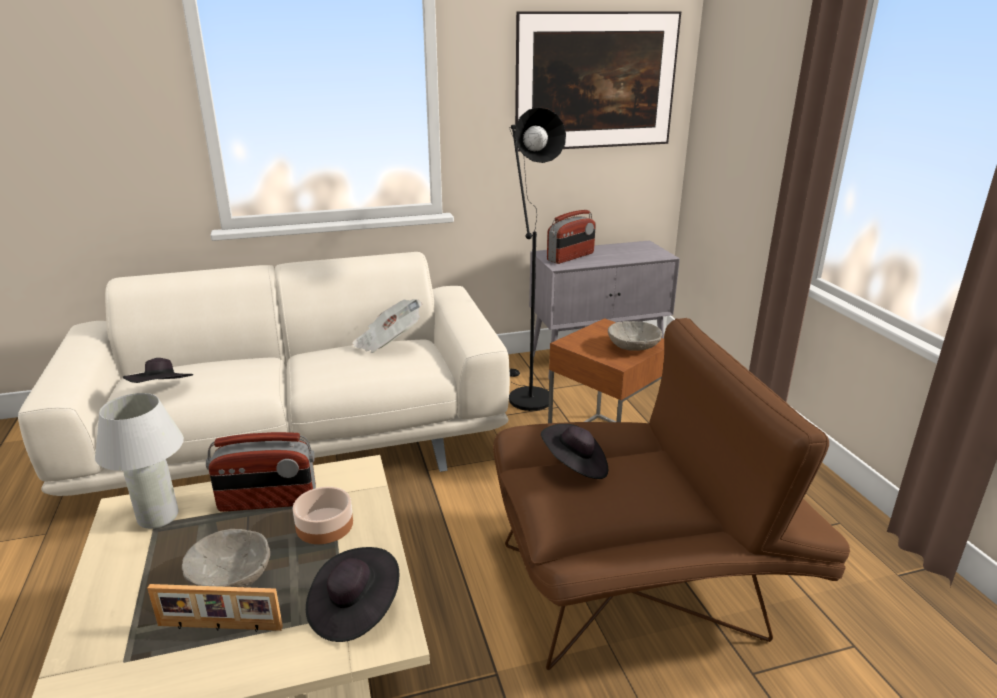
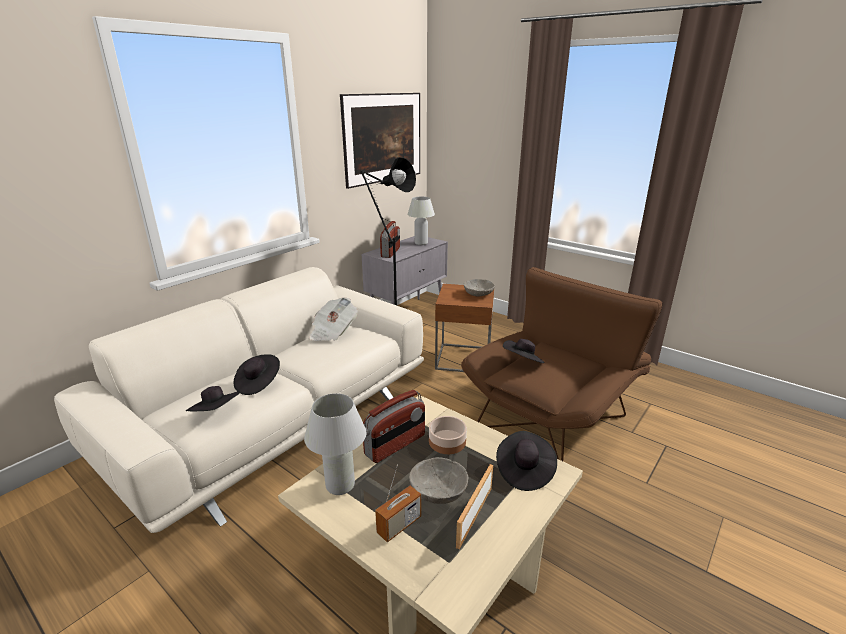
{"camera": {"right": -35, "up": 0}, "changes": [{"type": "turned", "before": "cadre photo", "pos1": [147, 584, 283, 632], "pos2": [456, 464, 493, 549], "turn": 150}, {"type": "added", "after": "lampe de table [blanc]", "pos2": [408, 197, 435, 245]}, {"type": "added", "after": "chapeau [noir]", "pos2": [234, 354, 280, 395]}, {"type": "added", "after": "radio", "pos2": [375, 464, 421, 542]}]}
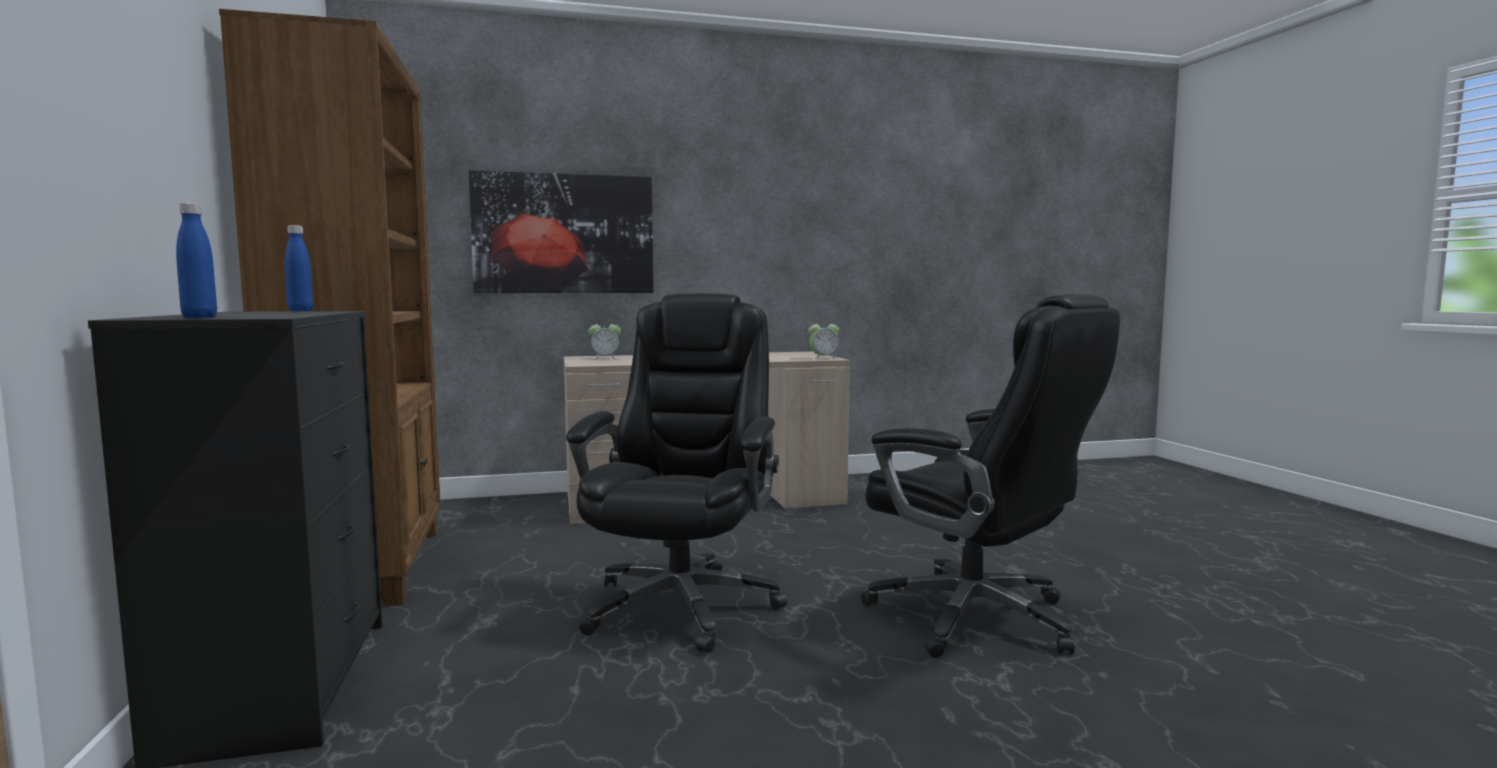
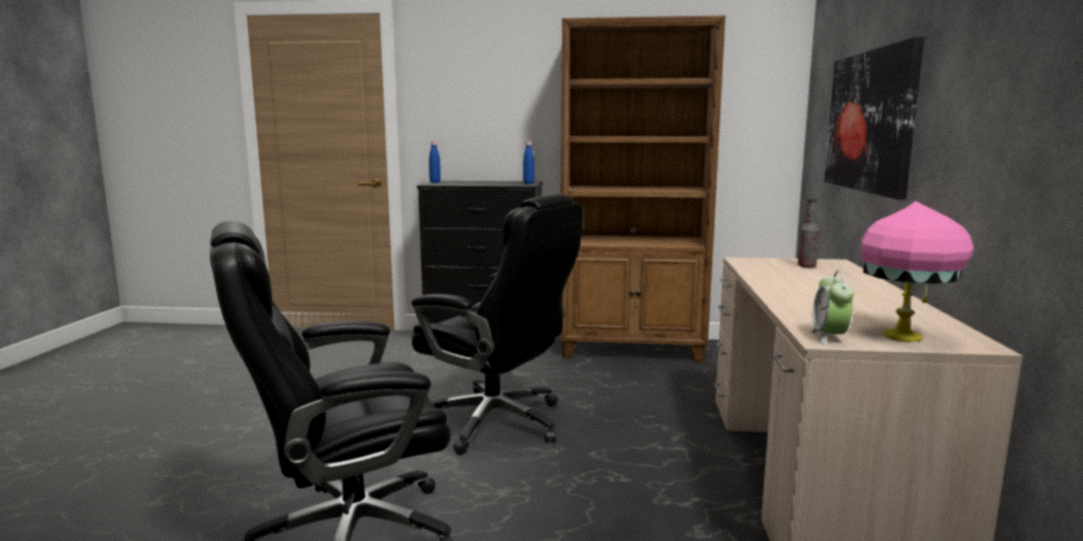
{"camera": {"right": 110, "up": 5}, "changes": [{"type": "replaced", "before": "réveil", "after": "bouteille", "pos1": [588, 319, 621, 360], "pos2": [798, 199, 819, 268]}, {"type": "added", "after": "lampe de table [rose]", "pos2": [861, 201, 974, 342]}]}
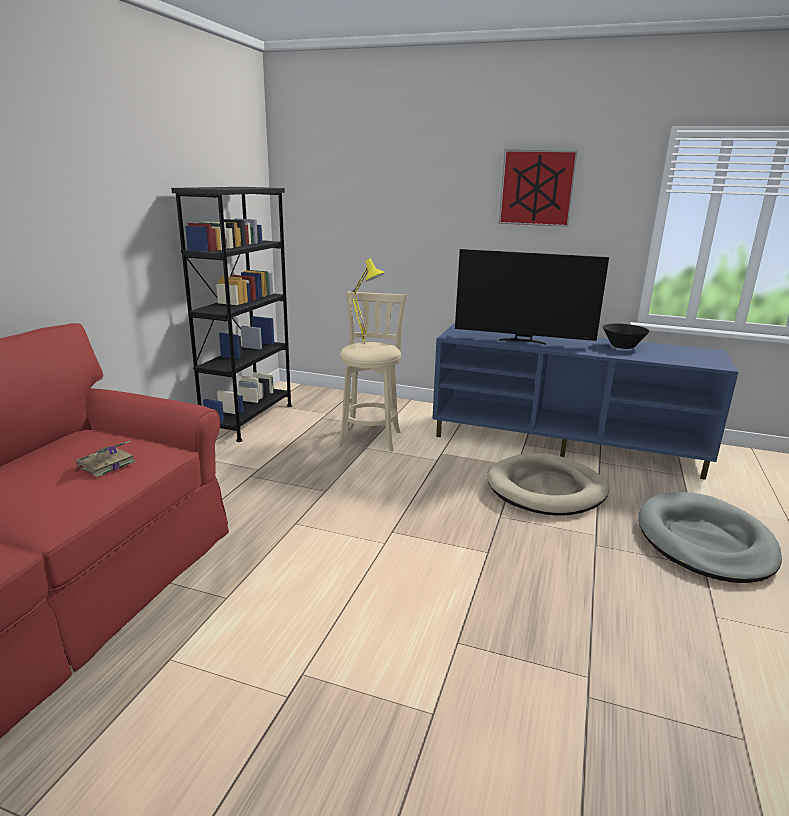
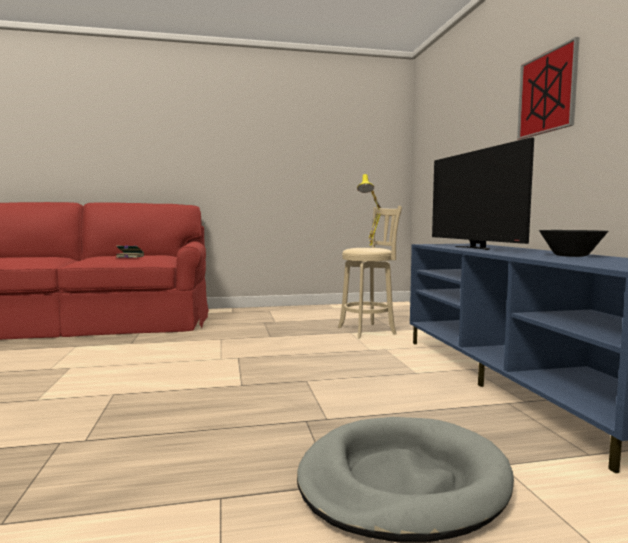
{"camera": {"right": 60, "up": -15}, "changes": [{"type": "removed", "before": "bibliothèque [noir]", "pos1": [171, 187, 292, 442]}, {"type": "removed", "before": "panier pour chien [beige]", "pos1": [487, 453, 610, 516]}]}
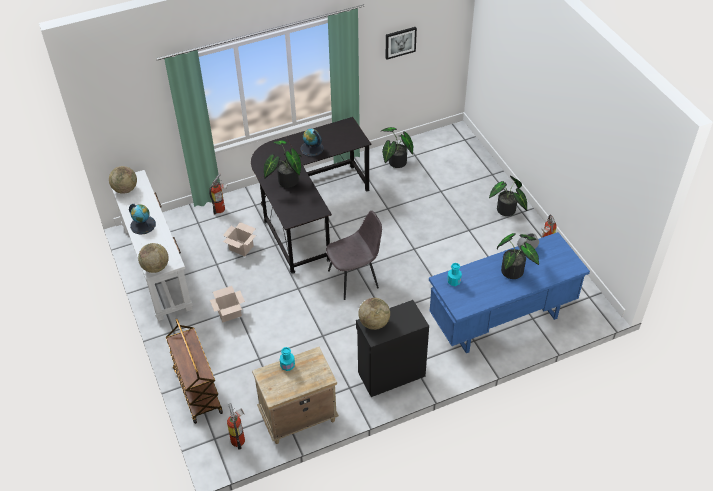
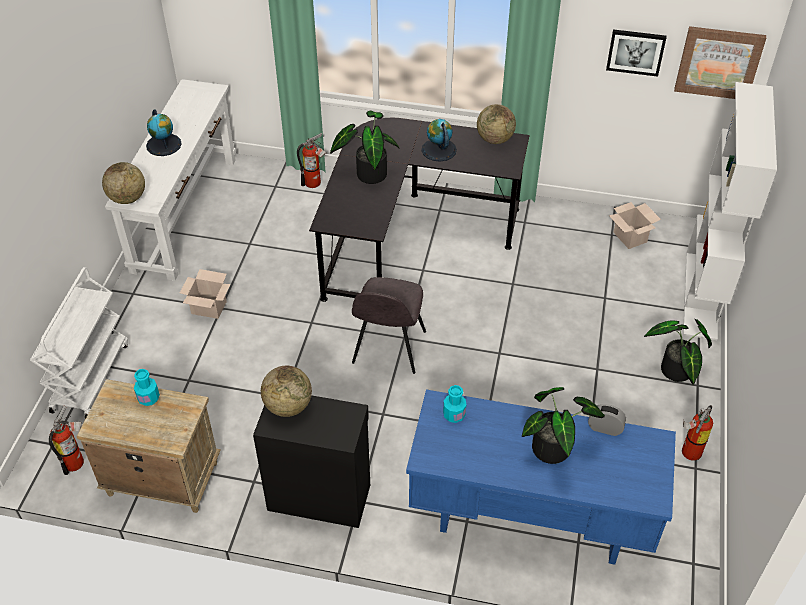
{"camera": {"right": 35, "up": 0}, "changes": [{"type": "removed", "before": "plante en pot", "pos1": [381, 127, 413, 168]}, {"type": "moved", "before": "globe", "pos1": [109, 166, 137, 194], "pos2": [477, 104, 516, 144]}, {"type": "turned", "before": "chaise [gris]", "pos1": [326, 211, 382, 300], "pos2": [352, 277, 426, 374], "turn": 90}, {"type": "moved", "before": "carton", "pos1": [223, 222, 256, 256], "pos2": [609, 202, 661, 249]}, {"type": "recoloured", "before": "chariot [marron]", "after": "chariot [blanc]", "pos1": [166, 319, 223, 424], "pos2": [30, 267, 128, 419]}, {"type": "added", "after": "tableau", "pos2": [674, 26, 766, 99]}, {"type": "added", "after": "bibliothèque [blanc]", "pos2": [683, 82, 777, 340]}]}
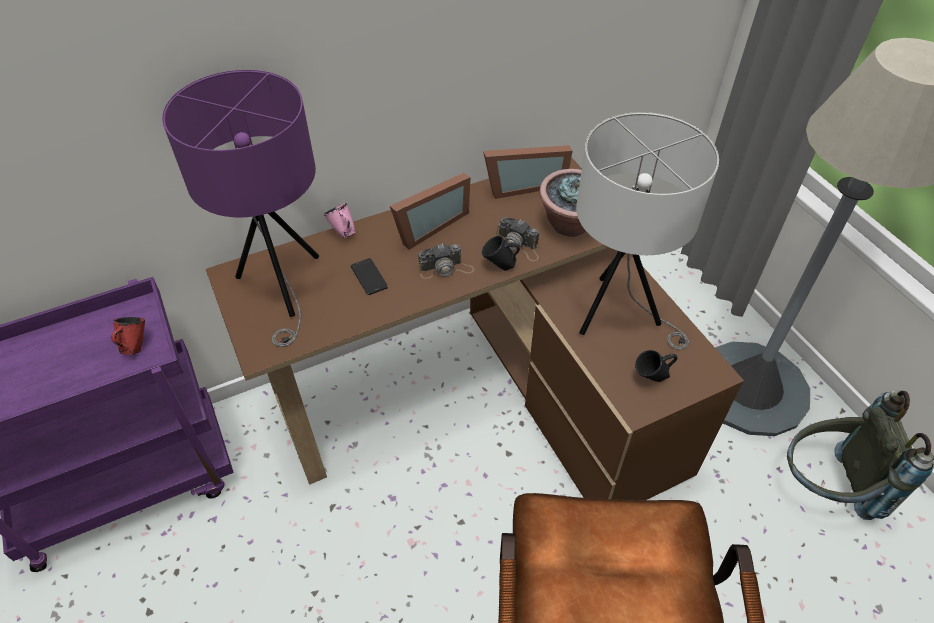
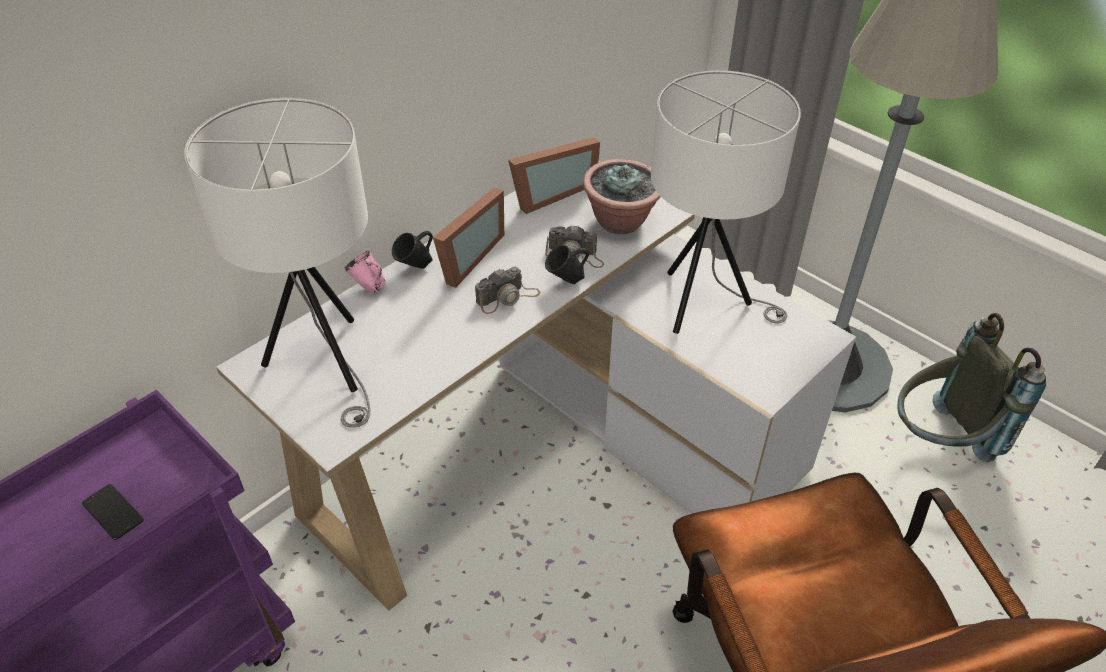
{"camera": {"right": -20, "up": -5}, "changes": [{"type": "recoloured", "before": "lampe de table [violet]", "after": "lampe de table [blanc]", "pos1": [162, 70, 319, 347], "pos2": [184, 98, 370, 428]}, {"type": "recoloured", "before": "bureau [marron]", "after": "bureau [blanc]", "pos1": [206, 157, 744, 500], "pos2": [216, 161, 856, 611]}, {"type": "moved", "before": "téléphone", "pos1": [351, 258, 388, 295], "pos2": [82, 484, 144, 540]}, {"type": "removed", "before": "mug [rouge]", "pos1": [111, 317, 145, 355]}, {"type": "moved", "before": "mug [noir]", "pos1": [635, 350, 677, 382], "pos2": [392, 231, 433, 269]}]}
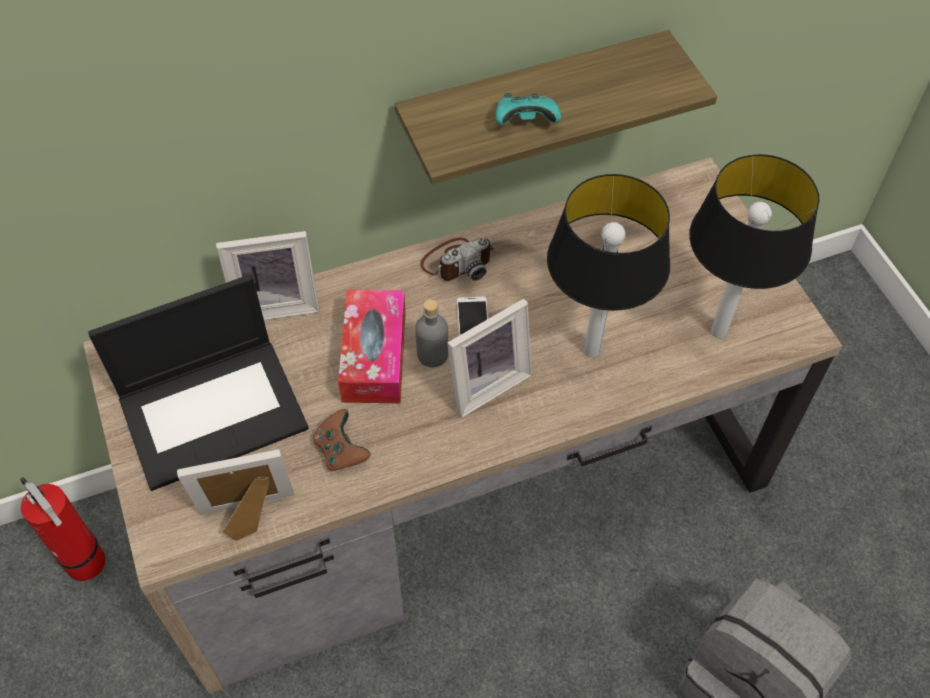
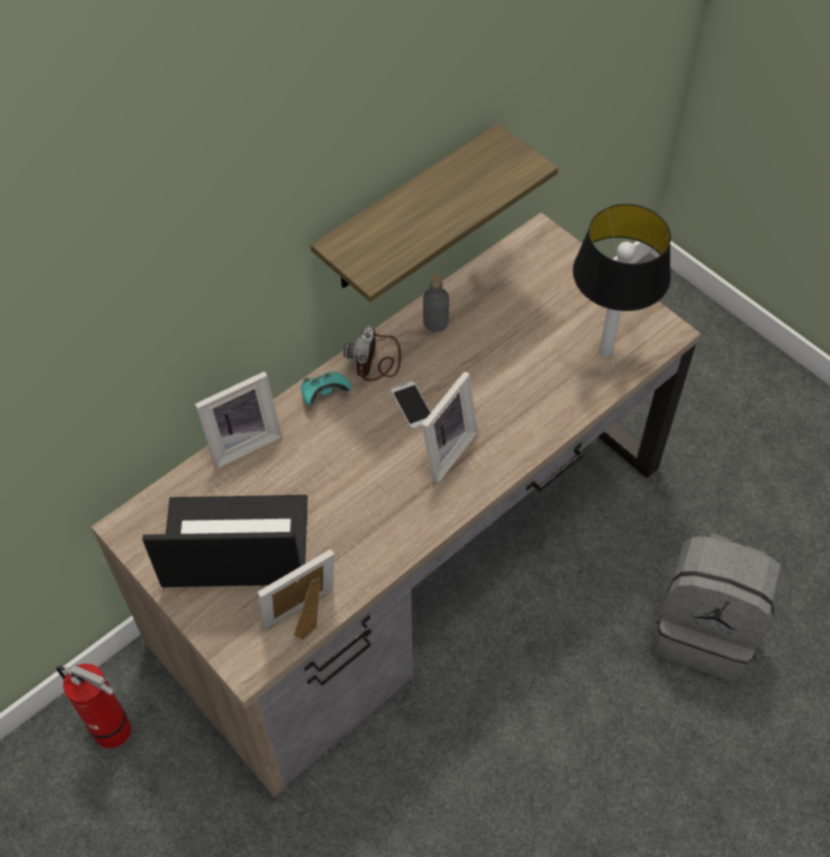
{"camera": {"right": -20, "up": 0}, "changes": [{"type": "moved", "before": "manette [turquoise]", "pos1": [496, 93, 561, 125], "pos2": [301, 371, 351, 405]}, {"type": "removed", "before": "lampe de table", "pos1": [547, 174, 670, 358]}, {"type": "turned", "before": "appareil photo", "pos1": [420, 237, 494, 281], "pos2": [344, 326, 401, 381], "turn": 150}, {"type": "turned", "before": "ordinateur portable", "pos1": [88, 274, 309, 491], "pos2": [142, 495, 308, 587], "turn": -135}, {"type": "removed", "before": "boîte à mouchoirs", "pos1": [338, 289, 406, 403]}, {"type": "moved", "before": "bouteille [gris]", "pos1": [415, 299, 448, 367], "pos2": [423, 274, 449, 332]}, {"type": "removed", "before": "manette [marron]", "pos1": [313, 409, 371, 471]}]}
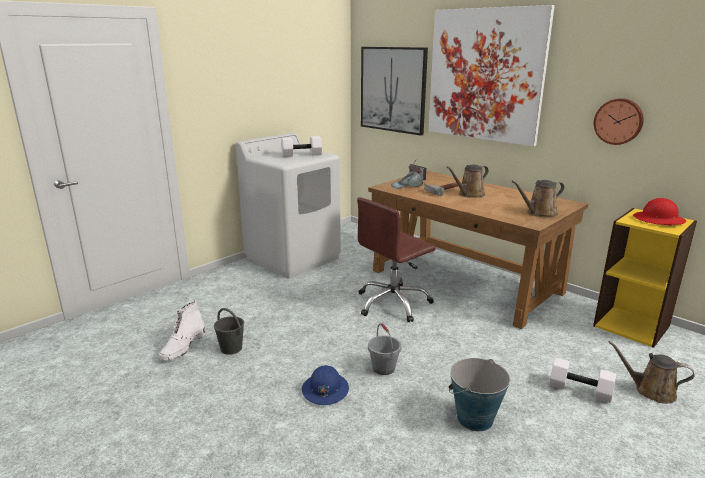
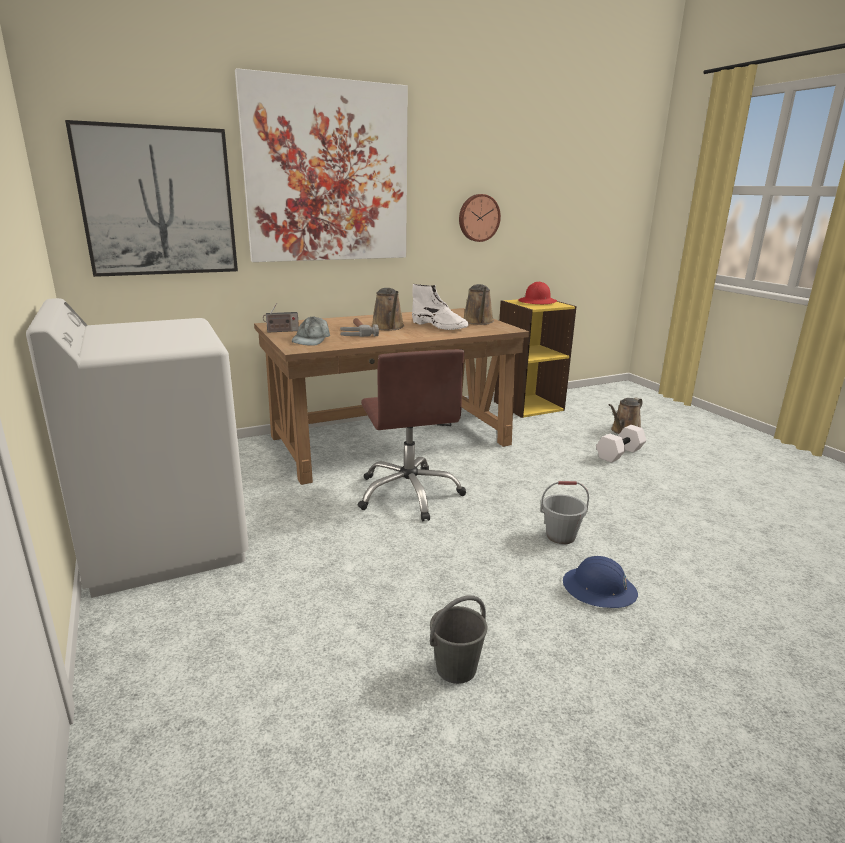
{"camera": {"right": -70, "up": 0}, "changes": [{"type": "removed", "before": "haltère [blanc]", "pos1": [281, 136, 322, 157]}, {"type": "moved", "before": "botte [blanc]", "pos1": [159, 301, 205, 361], "pos2": [412, 284, 469, 330]}, {"type": "removed", "before": "seau", "pos1": [449, 358, 510, 431]}]}
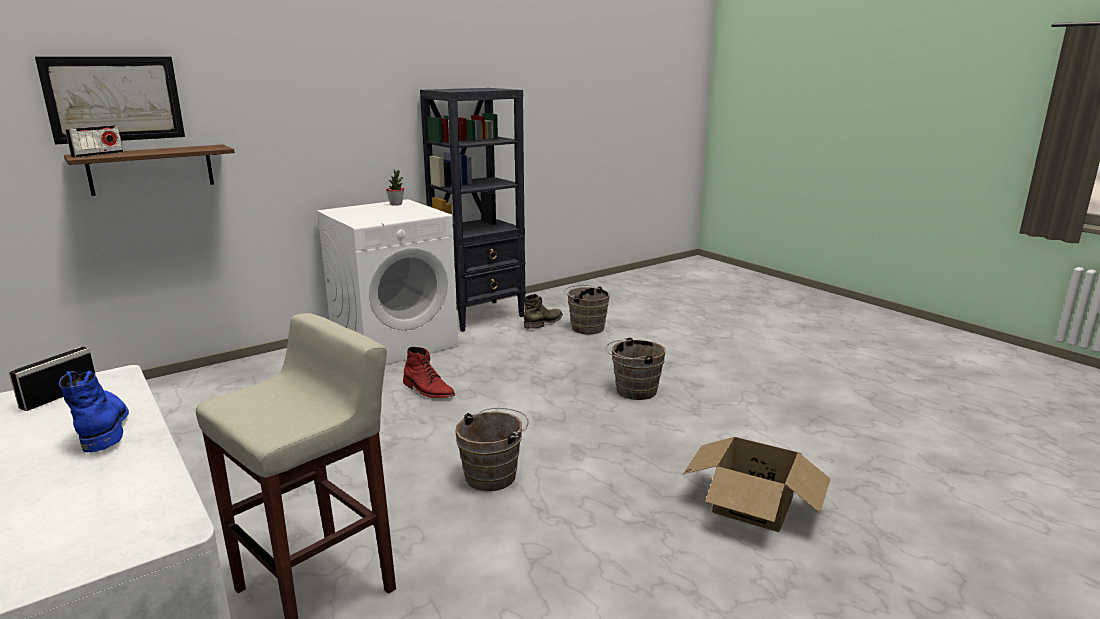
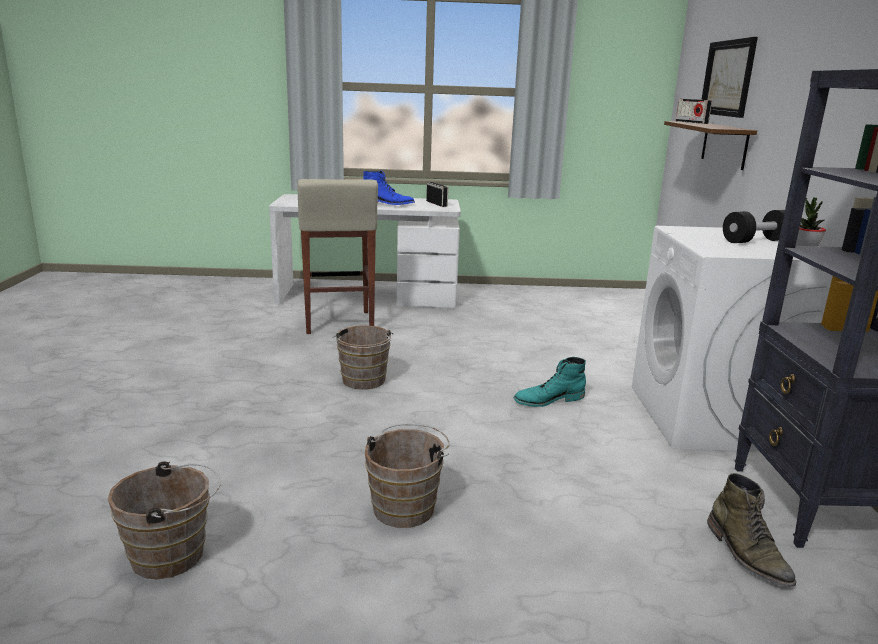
{"camera": {"right": 125, "up": 0}, "changes": [{"type": "moved", "before": "seau [marron]", "pos1": [563, 285, 610, 334], "pos2": [108, 461, 221, 579]}, {"type": "recoloured", "before": "botte [rouge]", "after": "botte [turquoise]", "pos1": [403, 347, 455, 398], "pos2": [513, 357, 586, 407]}, {"type": "removed", "before": "carton", "pos1": [682, 437, 831, 532]}, {"type": "added", "after": "haltère [noir]", "pos2": [723, 210, 785, 243]}]}
